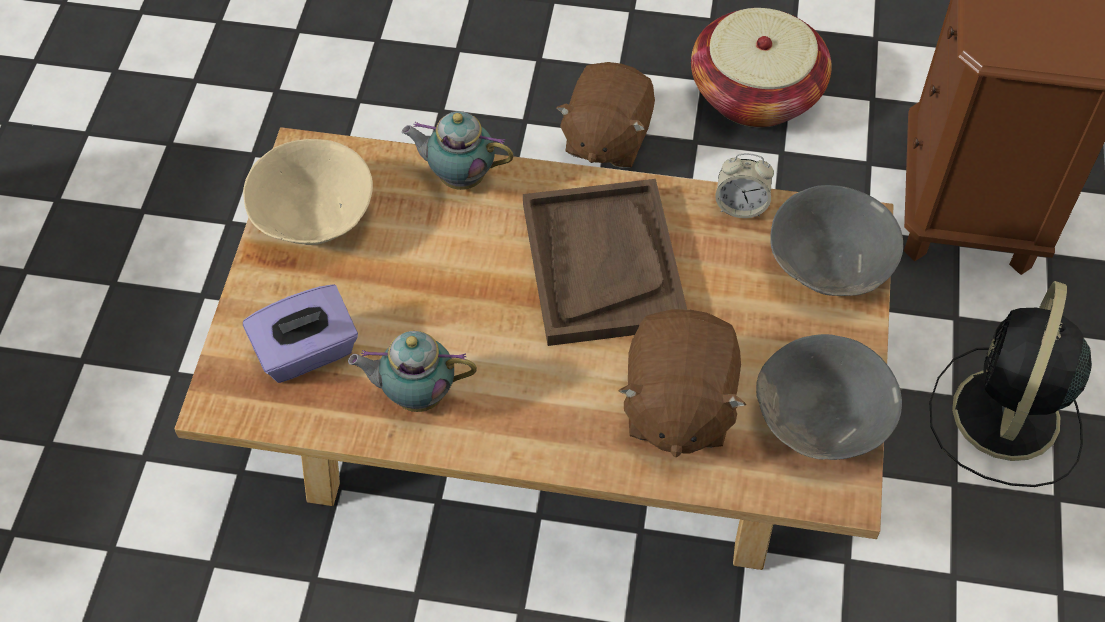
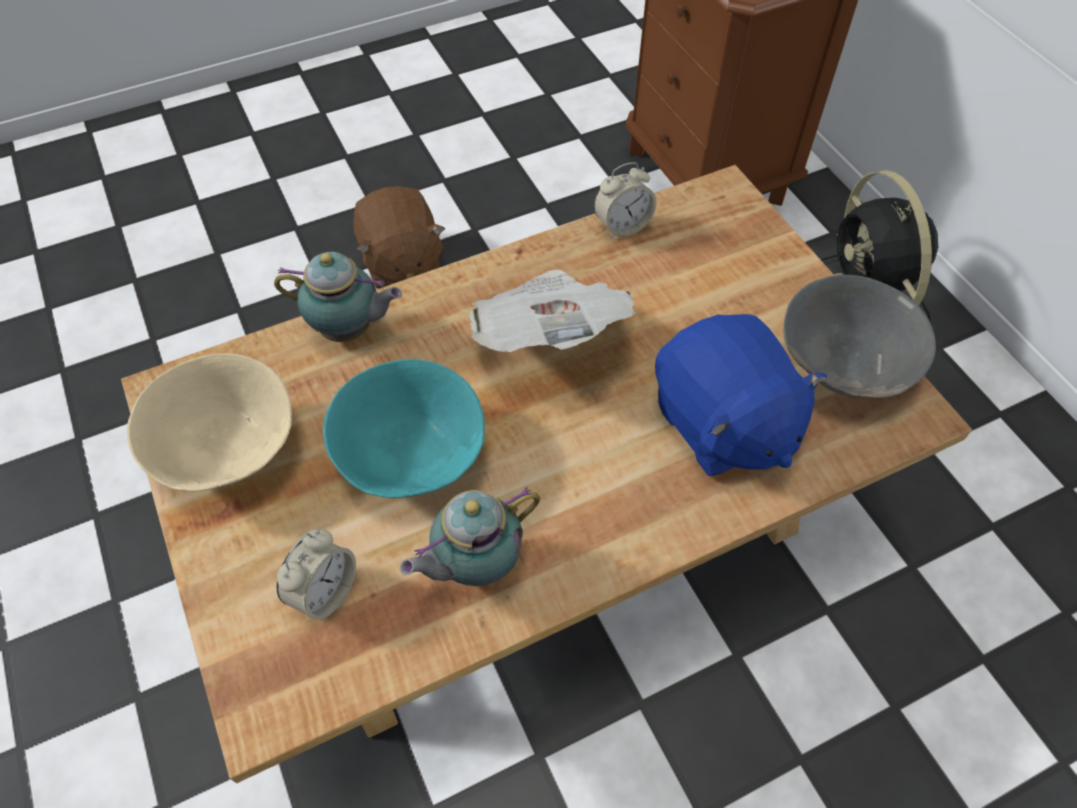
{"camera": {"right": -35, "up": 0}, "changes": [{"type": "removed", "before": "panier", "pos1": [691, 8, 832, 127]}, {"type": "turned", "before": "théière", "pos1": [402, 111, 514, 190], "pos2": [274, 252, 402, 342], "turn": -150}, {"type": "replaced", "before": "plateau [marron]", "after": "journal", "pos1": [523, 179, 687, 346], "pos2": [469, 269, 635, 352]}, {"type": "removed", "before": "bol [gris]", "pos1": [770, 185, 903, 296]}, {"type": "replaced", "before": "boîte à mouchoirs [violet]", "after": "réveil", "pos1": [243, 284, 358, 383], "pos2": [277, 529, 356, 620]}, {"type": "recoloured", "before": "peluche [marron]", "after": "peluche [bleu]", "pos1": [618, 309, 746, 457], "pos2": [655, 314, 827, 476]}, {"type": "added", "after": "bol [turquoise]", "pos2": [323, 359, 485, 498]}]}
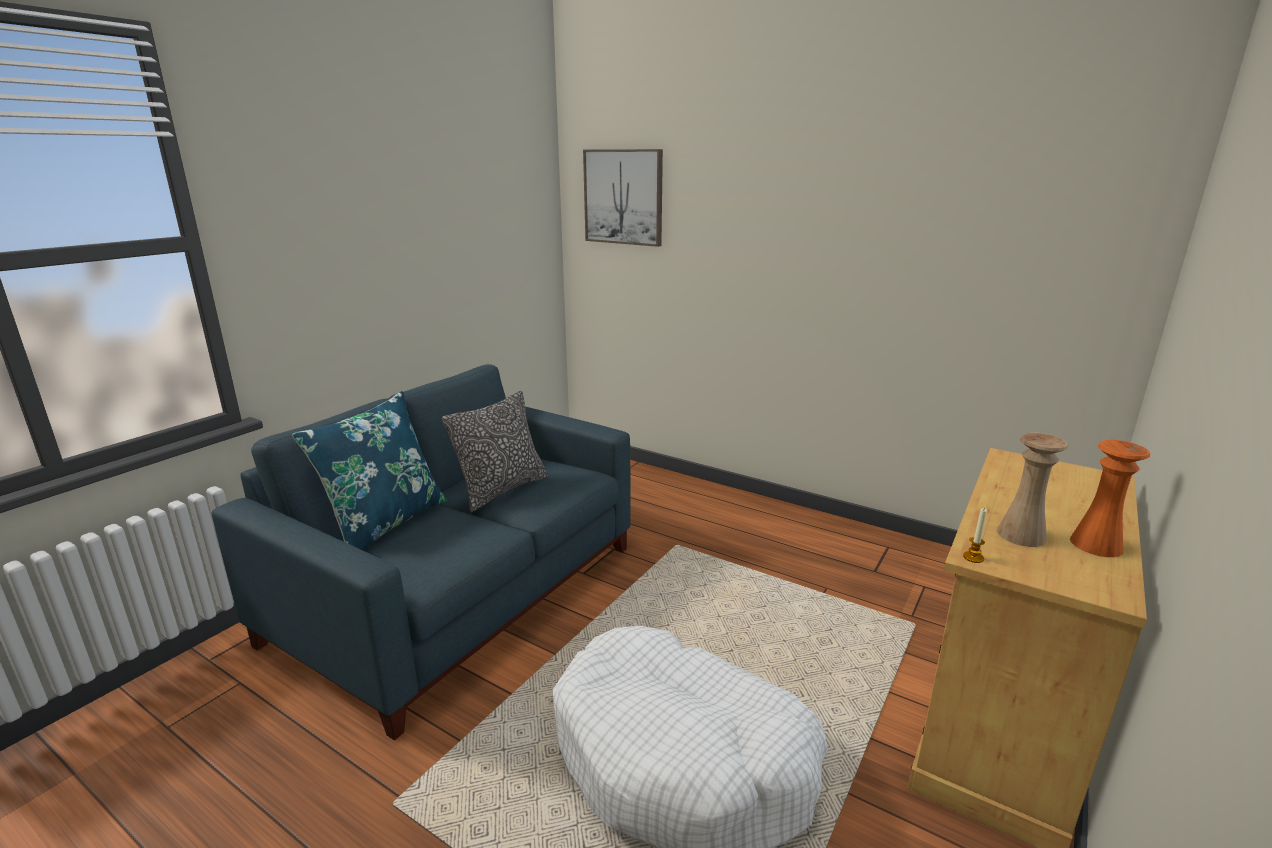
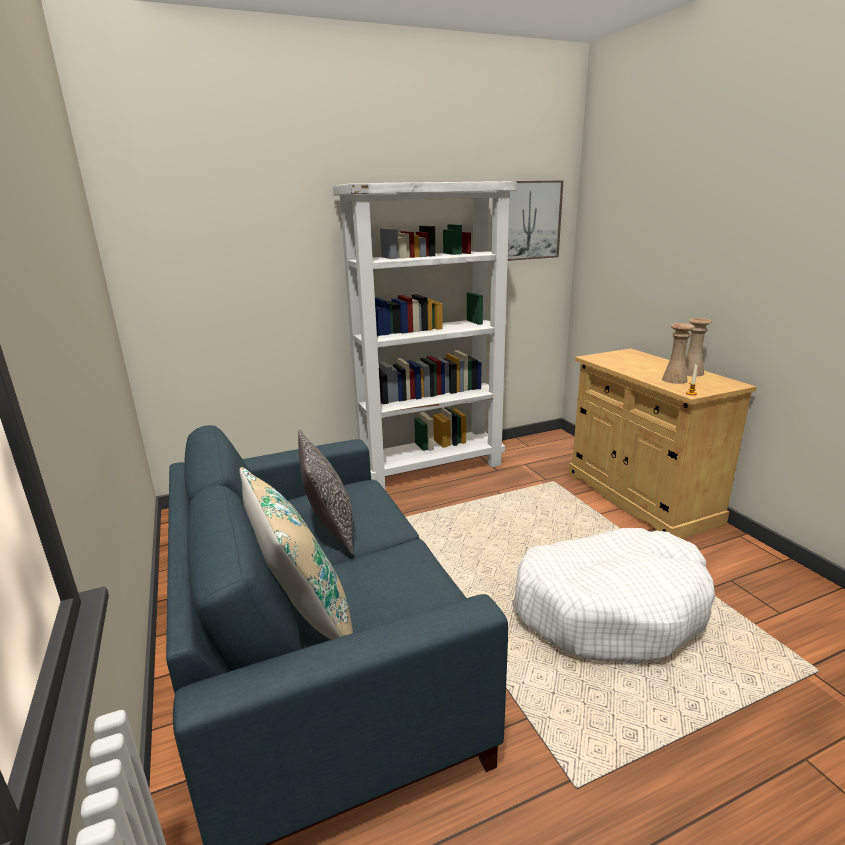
{"camera": {"right": -55, "up": 0}, "changes": [{"type": "moved", "before": "tableau", "pos1": [583, 149, 663, 247], "pos2": [508, 180, 563, 261]}, {"type": "recoloured", "before": "coussin [bleu]", "after": "coussin [beige]", "pos1": [292, 391, 447, 550], "pos2": [240, 467, 353, 640]}, {"type": "recoloured", "before": "vase [orange]", "after": "vase [beige]", "pos1": [1070, 440, 1150, 557], "pos2": [685, 318, 712, 376]}, {"type": "added", "after": "bibliothèque [blanc]", "pos2": [333, 181, 517, 491]}]}
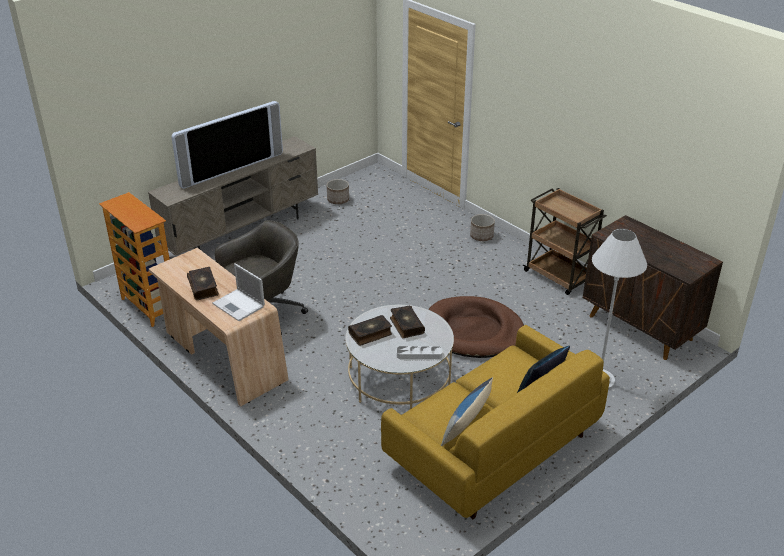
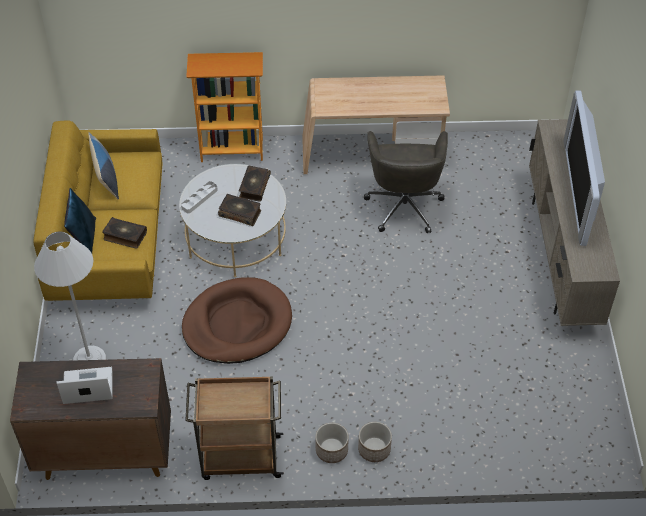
{"camera": {"right": 130, "up": 15}, "changes": [{"type": "moved", "before": "cache-pot", "pos1": [327, 179, 349, 204], "pos2": [316, 423, 349, 463]}, {"type": "moved", "before": "bibliothèque", "pos1": [99, 192, 170, 327], "pos2": [186, 52, 263, 162]}, {"type": "moved", "before": "ordinateur portable", "pos1": [212, 263, 265, 321], "pos2": [57, 367, 113, 404]}, {"type": "moved", "before": "livre", "pos1": [187, 267, 219, 300], "pos2": [102, 217, 147, 249]}]}
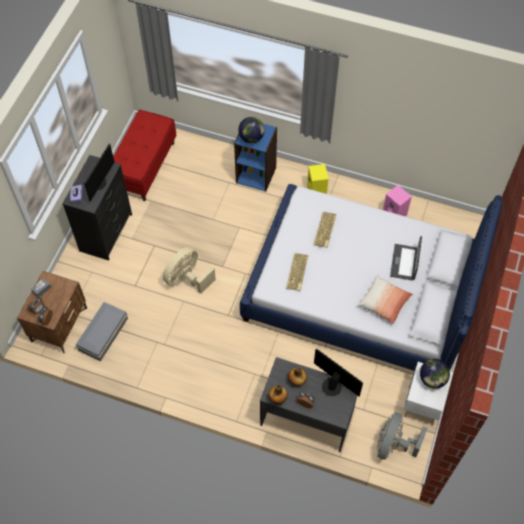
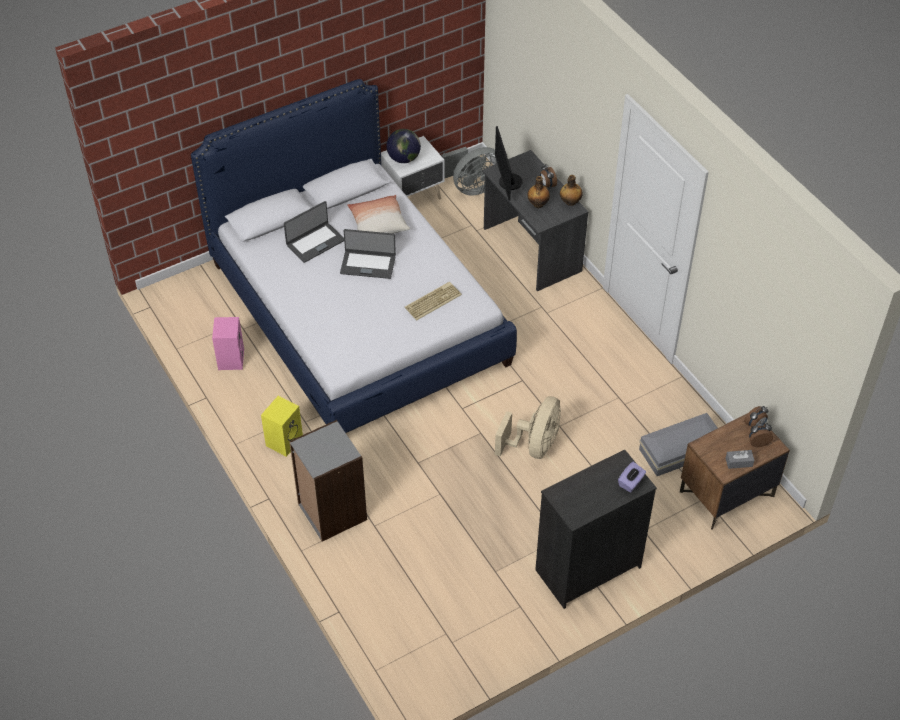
{"camera": {"right": -140, "up": -10}, "changes": [{"type": "removed", "before": "banc [rouge]", "pos1": [113, 110, 176, 201]}, {"type": "removed", "before": "globe", "pos1": [238, 117, 265, 143]}, {"type": "recoloured", "before": "bibliothèque [bleu]", "after": "bibliothèque [gris]", "pos1": [234, 124, 277, 192], "pos2": [289, 420, 367, 542]}, {"type": "removed", "before": "écran d'ordinateur", "pos1": [84, 143, 115, 201]}, {"type": "removed", "before": "clavier", "pos1": [313, 212, 337, 248]}, {"type": "turned", "before": "ventilateur [beige]", "pos1": [163, 247, 216, 294], "pos2": [495, 396, 561, 459], "turn": -60}, {"type": "added", "after": "ordinateur portable", "pos2": [340, 229, 396, 279]}]}
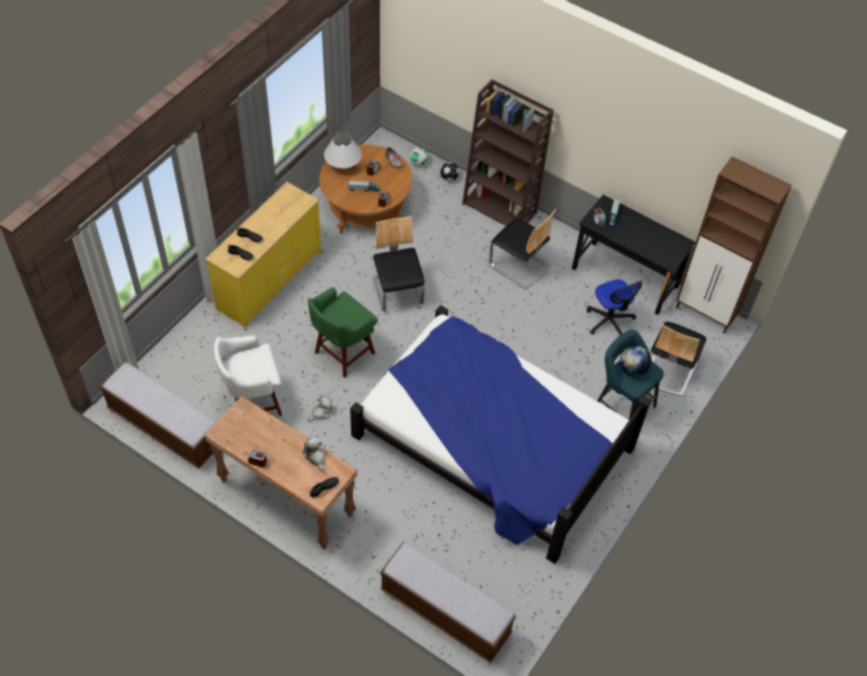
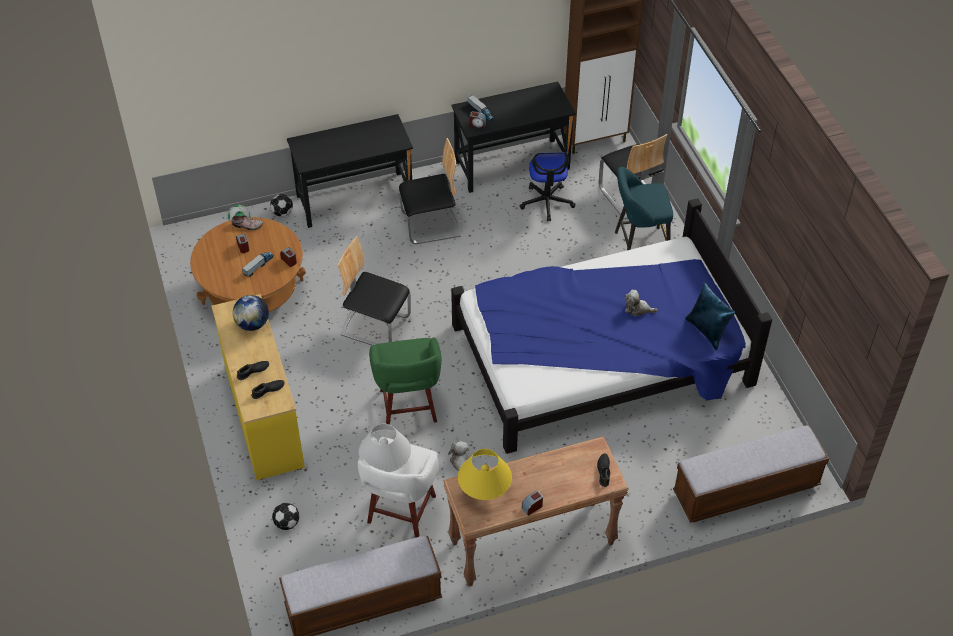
{"camera": {"right": -50, "up": -5}, "changes": [{"type": "replaced", "before": "bibliothèque [marron]", "after": "bureau [noir]", "pos1": [462, 79, 554, 226], "pos2": [287, 114, 413, 228]}, {"type": "moved", "before": "lampe de table [blanc]", "pos1": [324, 133, 362, 168], "pos2": [359, 424, 411, 472]}, {"type": "turned", "before": "chaise de bureau", "pos1": [587, 280, 643, 335], "pos2": [520, 152, 576, 221], "turn": 75}, {"type": "moved", "before": "globe", "pos1": [620, 345, 651, 377], "pos2": [233, 295, 269, 331]}, {"type": "moved", "before": "peluche", "pos1": [303, 437, 325, 472], "pos2": [625, 290, 658, 316]}, {"type": "added", "after": "coussin [bleu]", "pos2": [685, 282, 735, 351]}, {"type": "added", "after": "lampe de table [jaune]", "pos2": [458, 449, 512, 500]}, {"type": "added", "after": "ballon de foot", "pos2": [272, 503, 299, 530]}]}
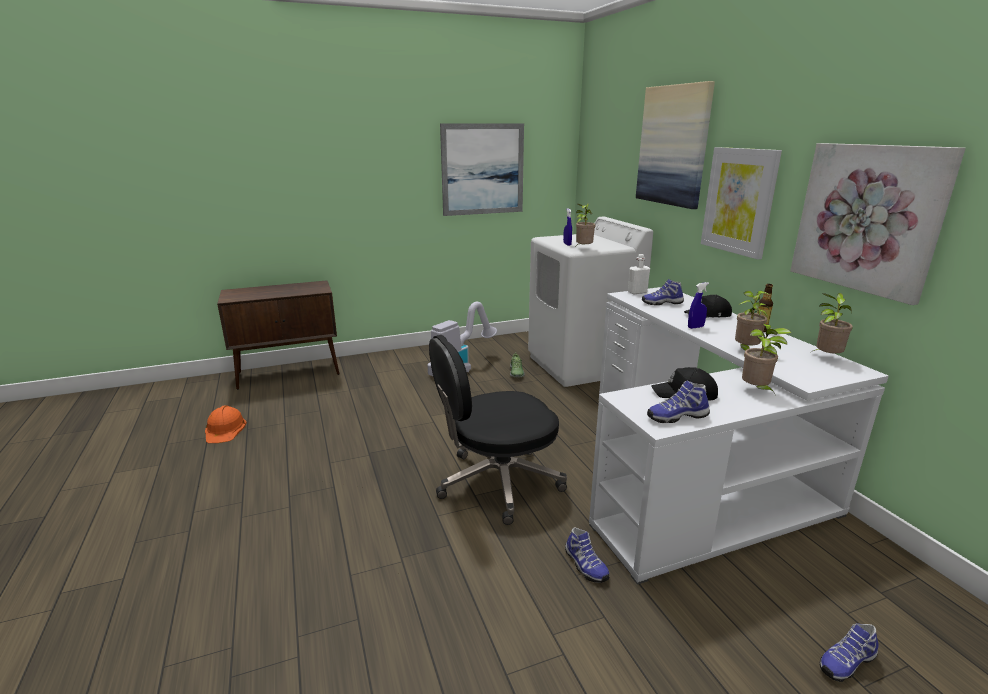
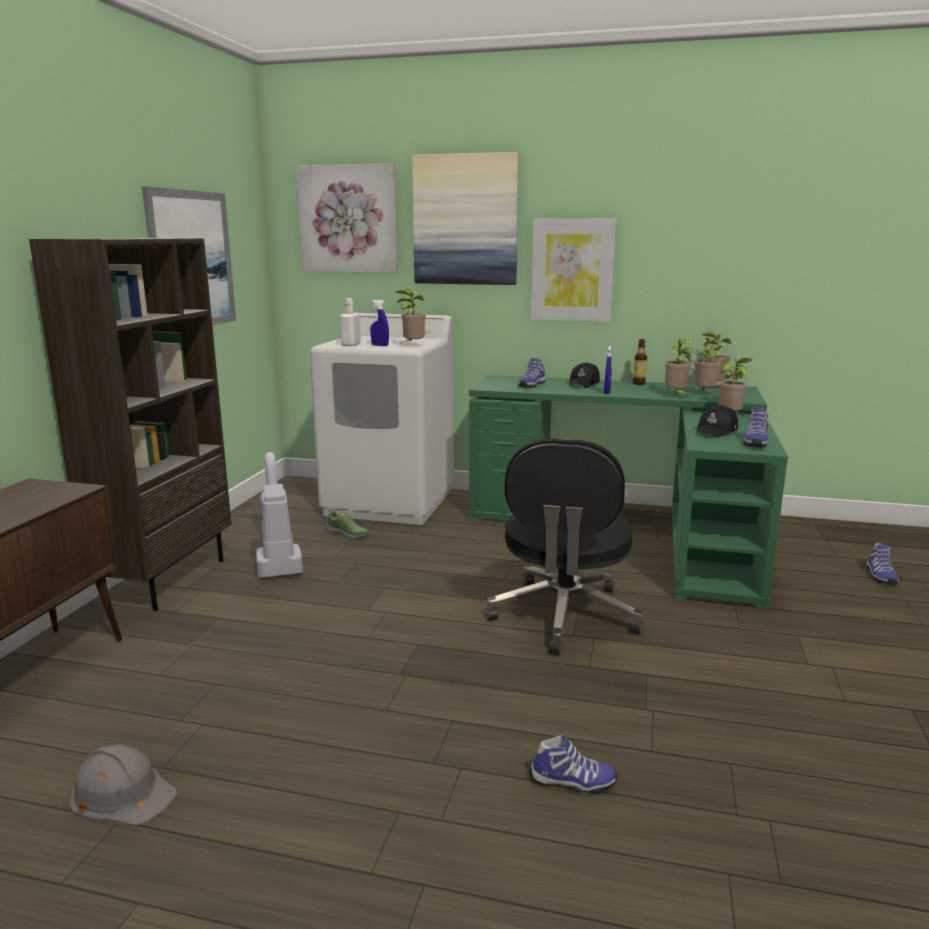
{"camera": {"right": -55, "up": -5}, "changes": [{"type": "moved", "before": "tableau", "pos1": [790, 143, 965, 305], "pos2": [296, 163, 398, 273]}, {"type": "moved", "before": "bouteille [blanc]", "pos1": [628, 254, 650, 294], "pos2": [340, 298, 361, 346]}, {"type": "recoloured", "before": "bureau [blanc]", "after": "bureau [vert]", "pos1": [589, 287, 888, 585], "pos2": [469, 375, 788, 609]}, {"type": "recoloured", "before": "casque de chantier [orange]", "after": "casque de chantier [gris]", "pos1": [205, 405, 247, 443], "pos2": [70, 744, 177, 825]}, {"type": "moved", "before": "chaussure", "pos1": [565, 527, 609, 583], "pos2": [530, 735, 617, 794]}, {"type": "added", "after": "bibliothèque [marron]", "pos2": [29, 238, 231, 611]}, {"type": "added", "after": "plante en pot", "pos2": [694, 336, 720, 391]}]}
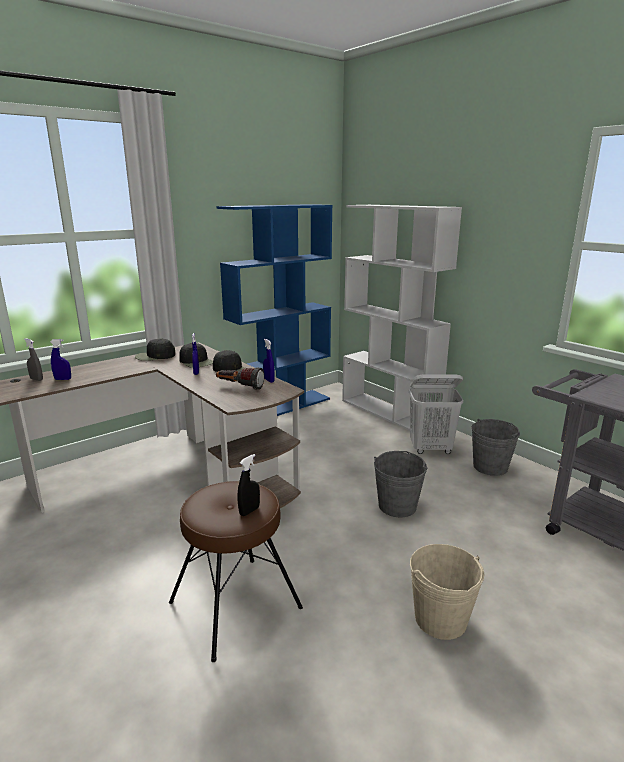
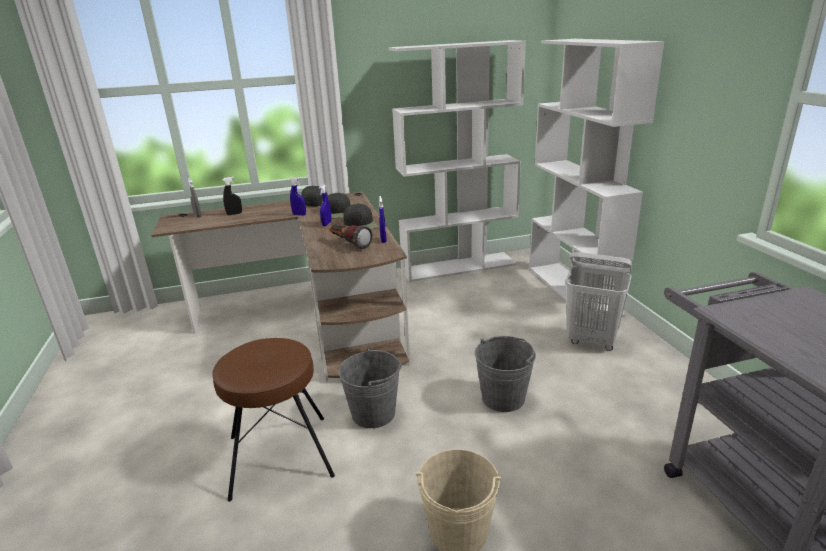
{"camera": {"right": 25, "up": 5}, "changes": [{"type": "recoloured", "before": "bibliothèque [bleu]", "after": "bibliothèque [blanc]", "pos1": [217, 204, 332, 416], "pos2": [389, 40, 526, 282]}, {"type": "moved", "before": "vaporisateur [bleu]", "pos1": [50, 339, 71, 380], "pos2": [290, 177, 306, 216]}, {"type": "moved", "before": "seau [gris]", "pos1": [472, 419, 520, 476], "pos2": [338, 348, 402, 428]}, {"type": "moved", "before": "vaporisateur [noir]", "pos1": [237, 454, 260, 516], "pos2": [223, 177, 242, 215]}]}
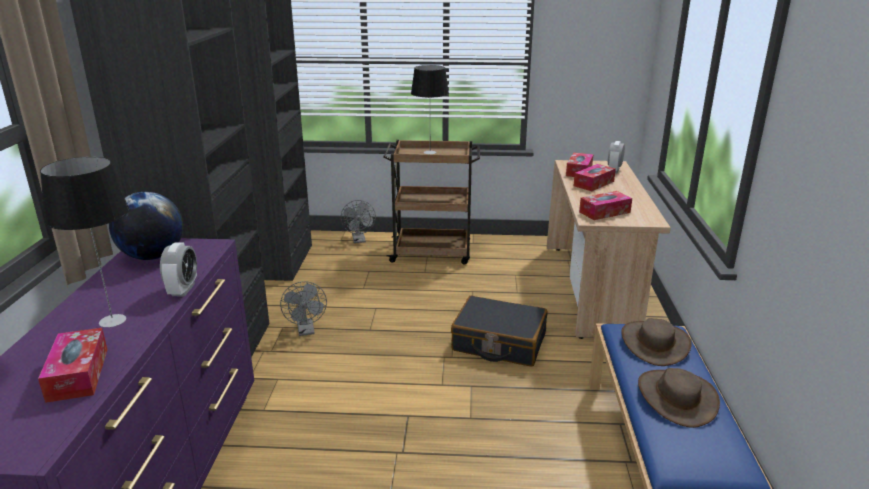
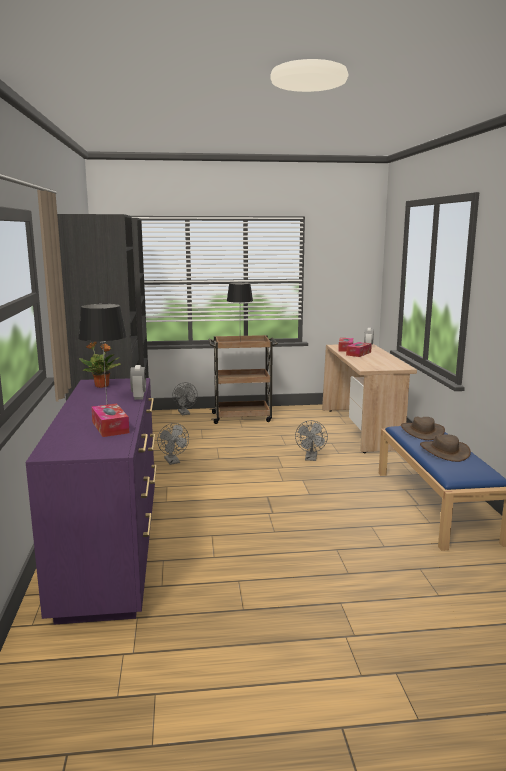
{"camera": {"right": -10, "up": -10}, "changes": [{"type": "removed", "before": "boîte à mouchoirs", "pos1": [579, 191, 632, 220]}, {"type": "replaced", "before": "globe", "after": "plante en pot", "pos1": [109, 192, 183, 260], "pos2": [79, 342, 121, 388]}, {"type": "replaced", "before": "valise [noir]", "after": "ventilateur [gris]", "pos1": [451, 296, 548, 367], "pos2": [295, 420, 328, 461]}]}
